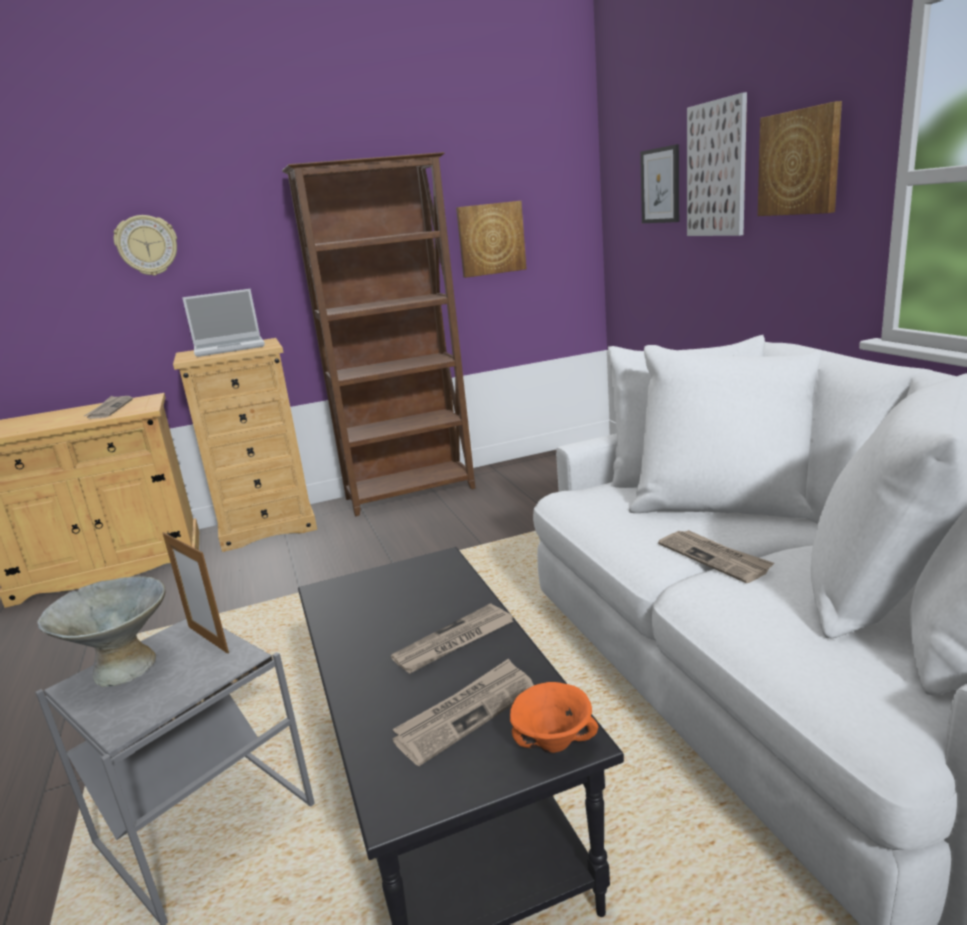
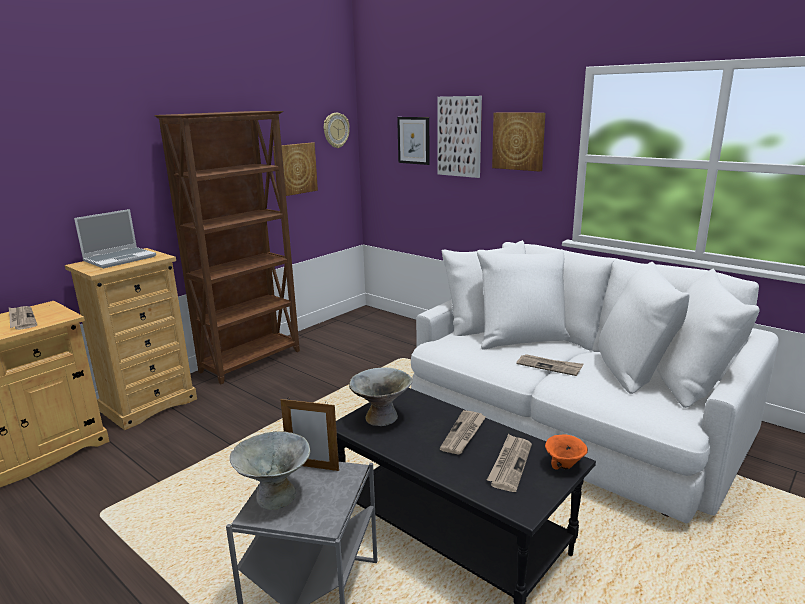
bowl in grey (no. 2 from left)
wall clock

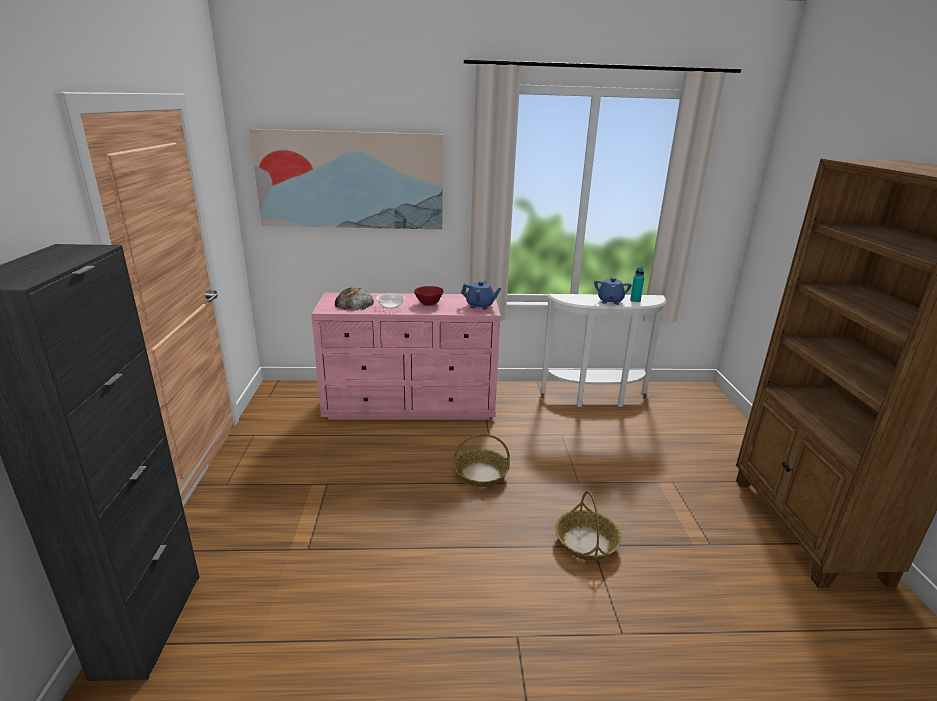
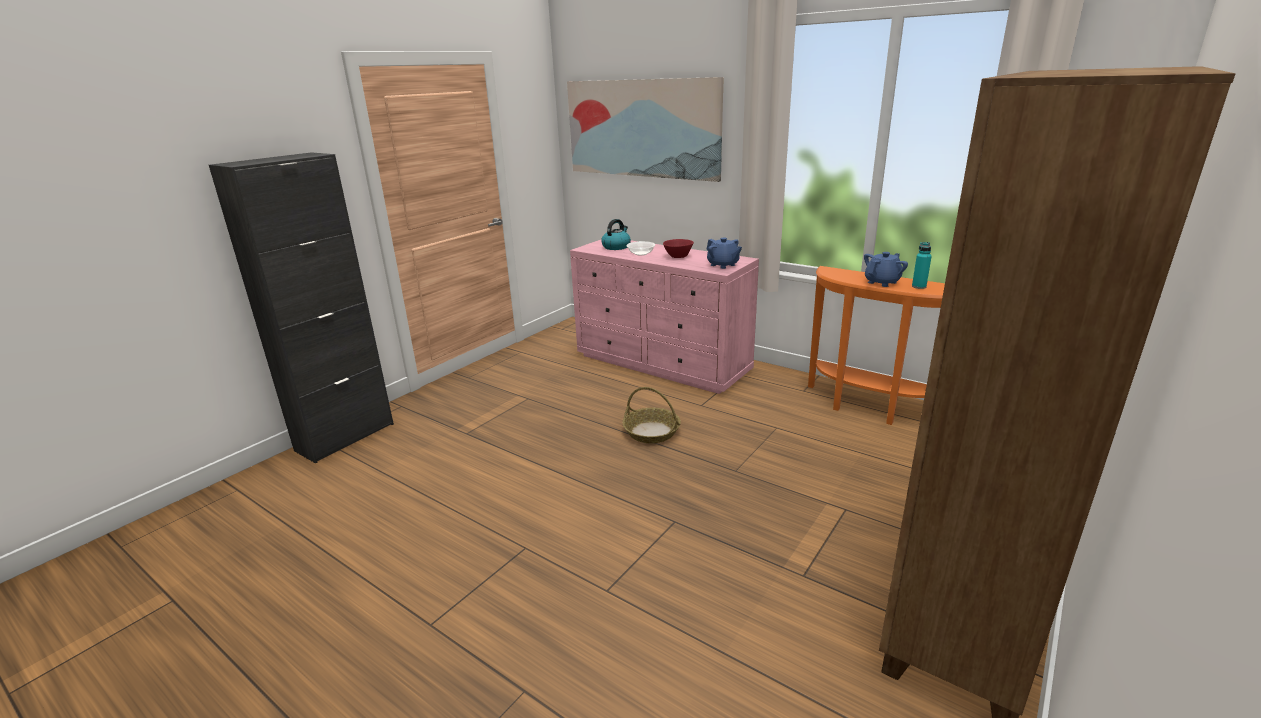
basket (no. 2 from left in the first image)
kettle
console table in orange

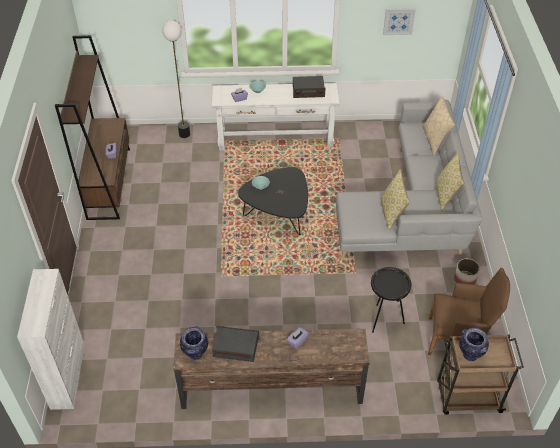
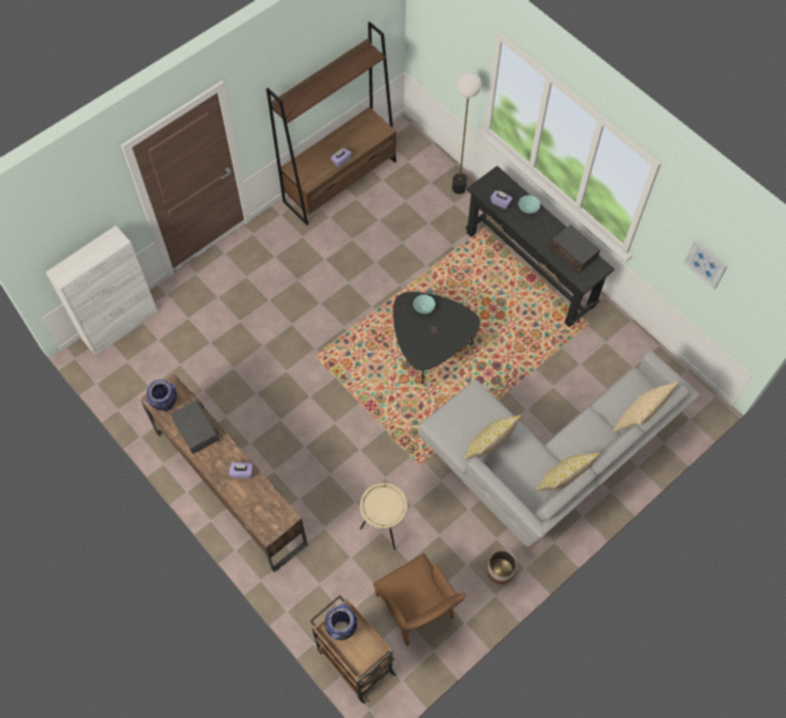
console table in black
side table in beige

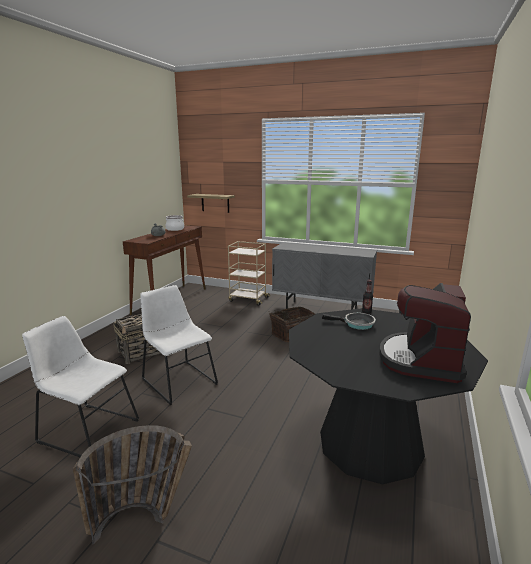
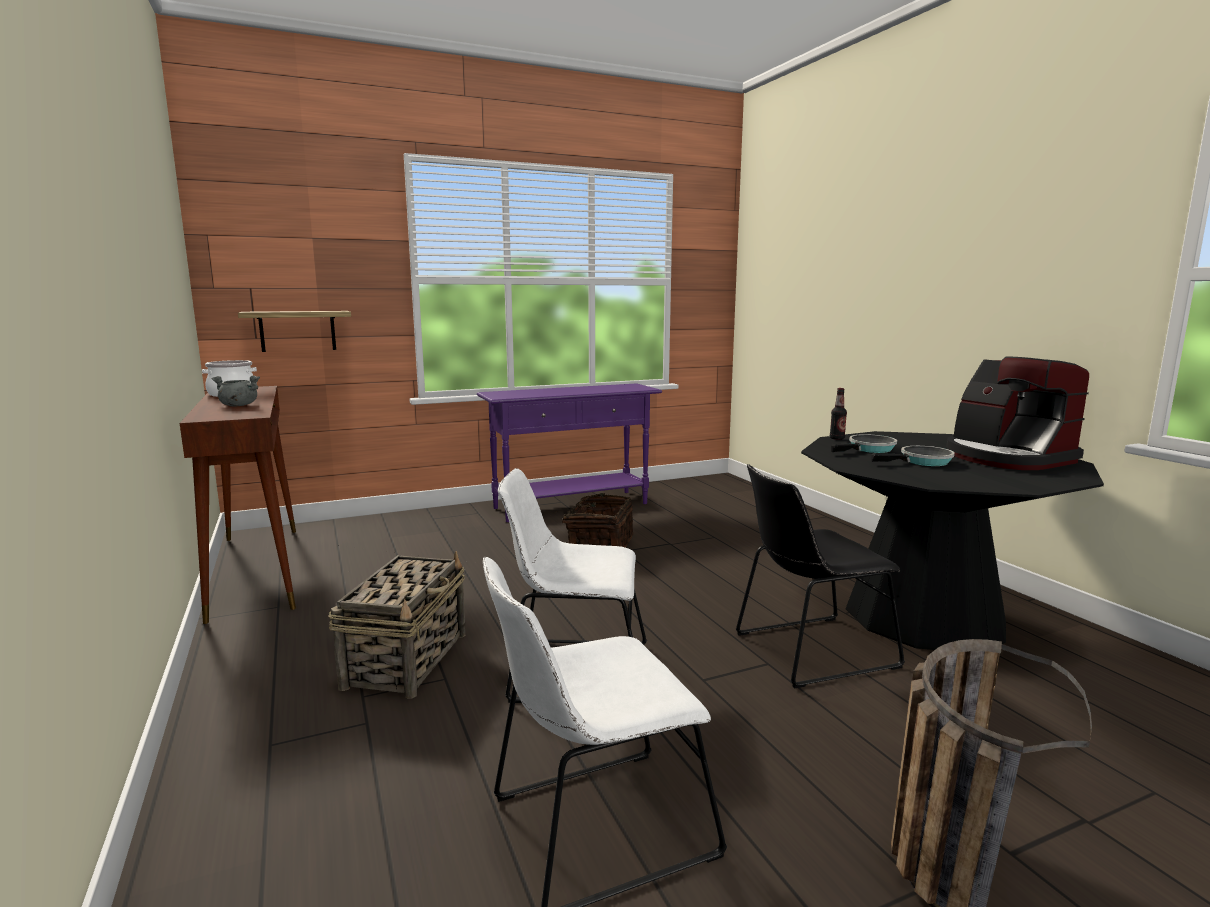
cart in beige
chair in black
frying pan (no. 2 from left)
console table in purple

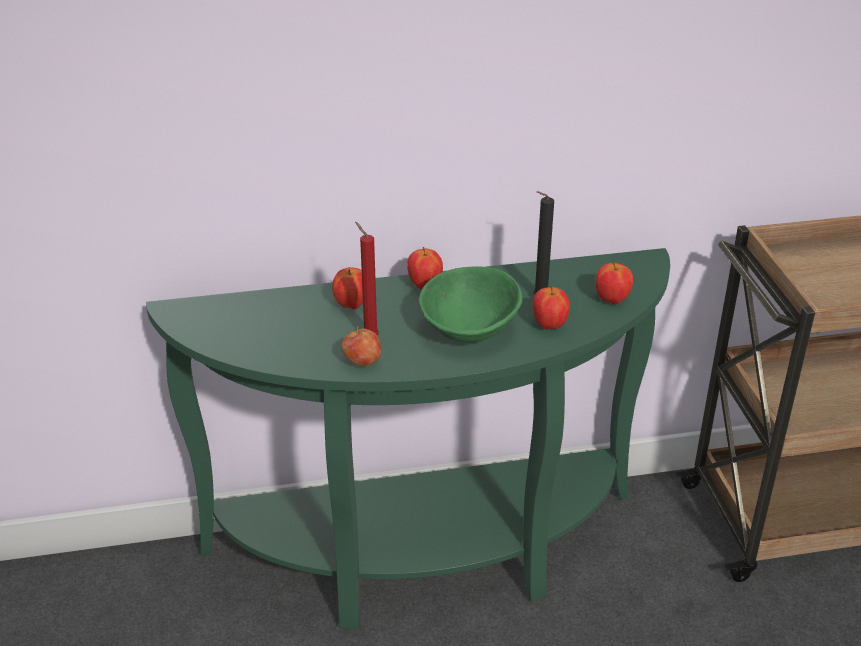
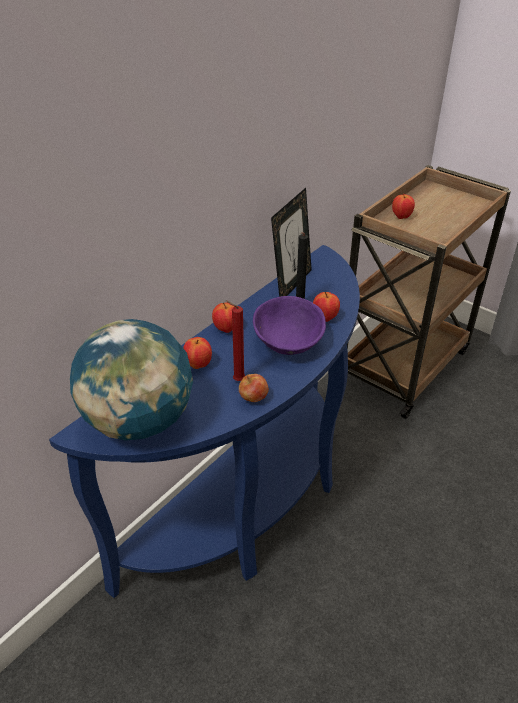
globe
picture frame
apple (no. 5 from left)
console table in blue
bowl in purple

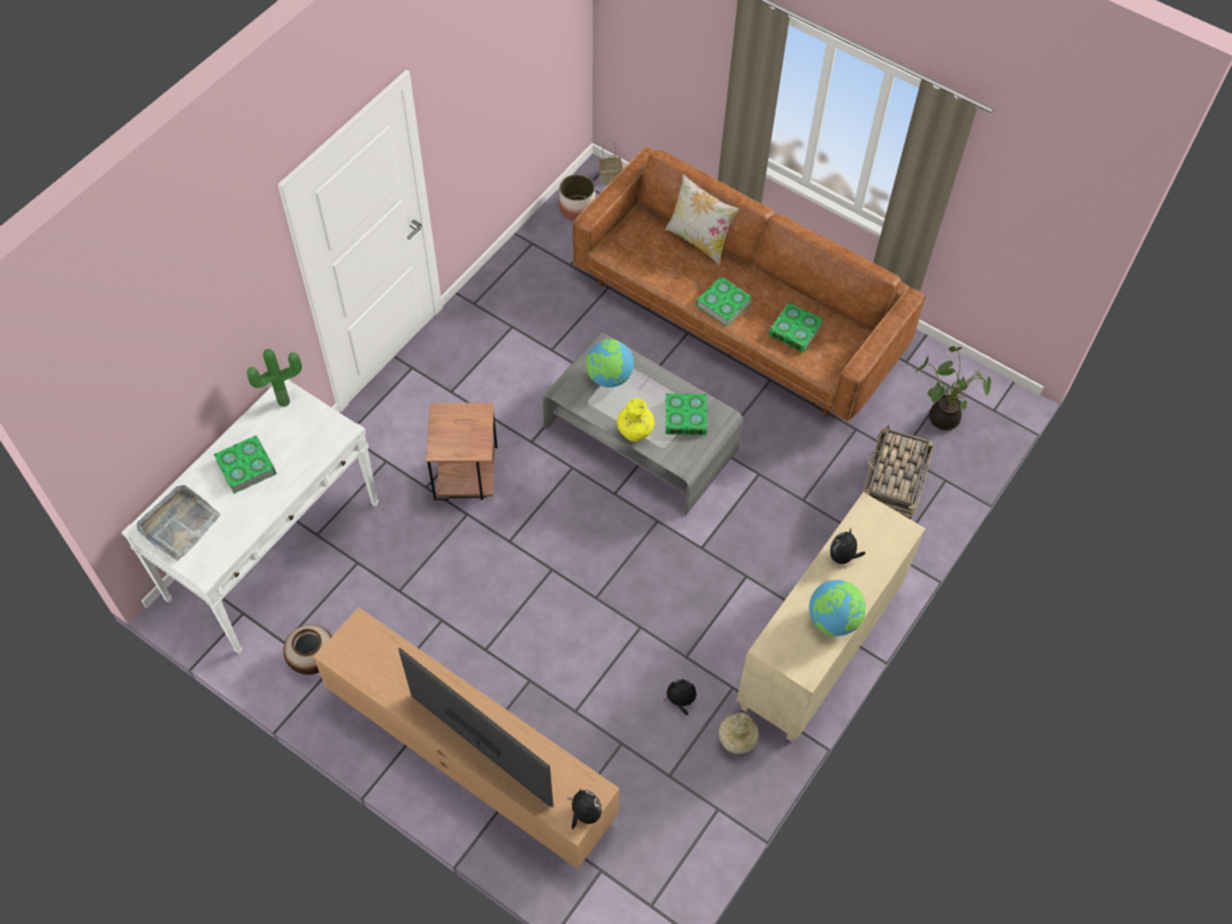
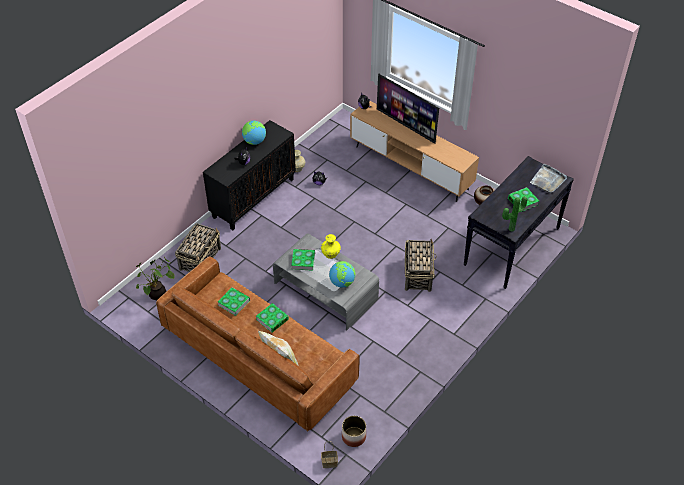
basket (no. 3 from left)
console table in black
cabinet in black

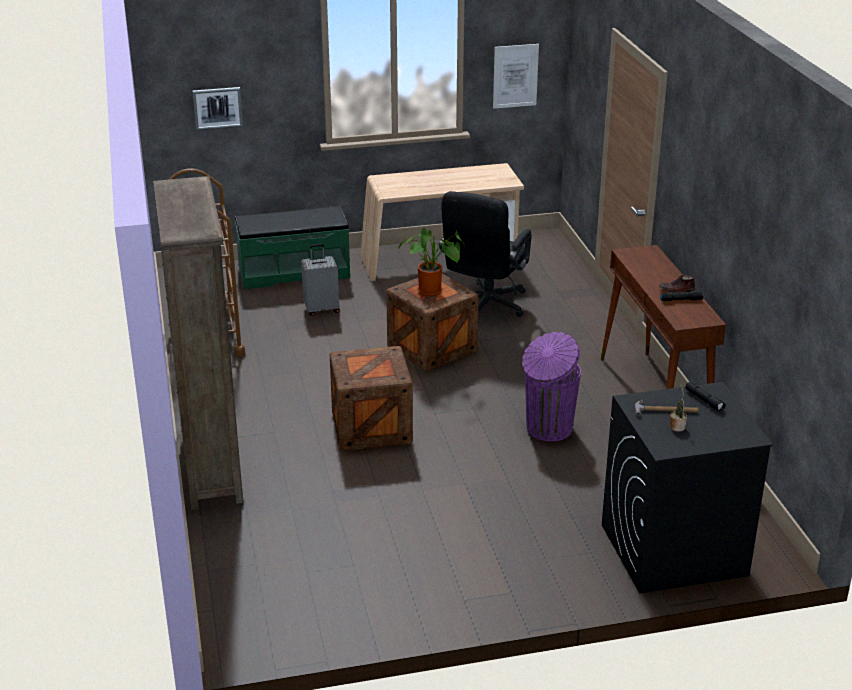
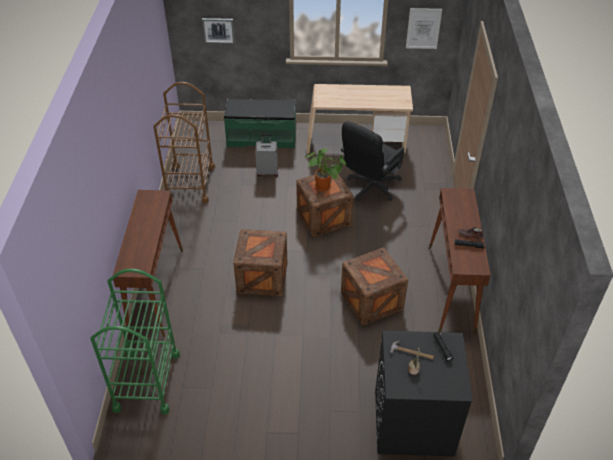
cart in green
console table in brown (no. 1 from left)
crate (no. 3 from left)

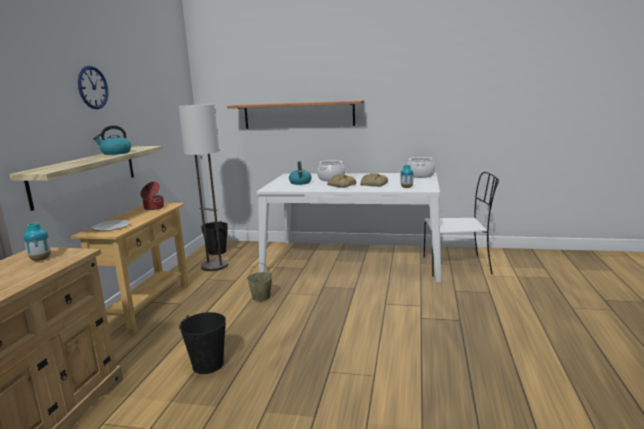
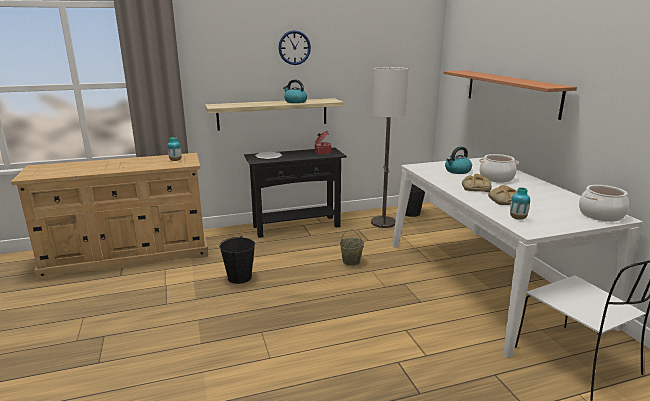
console table in black

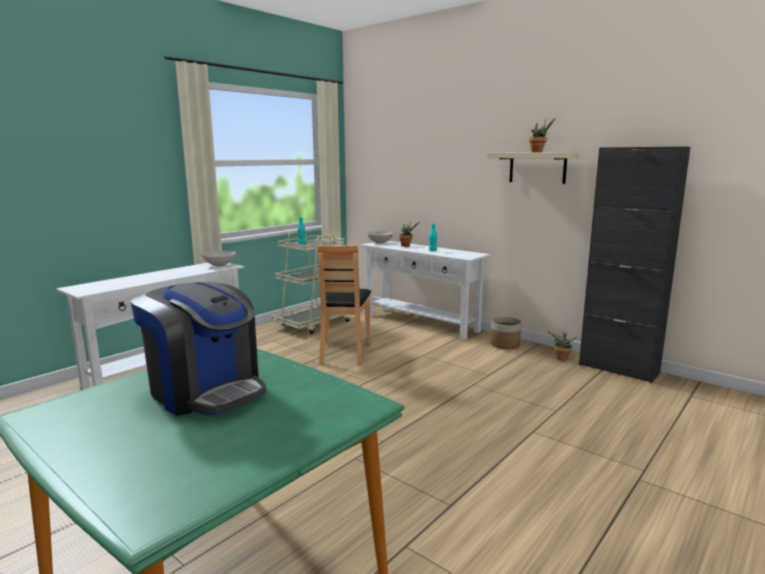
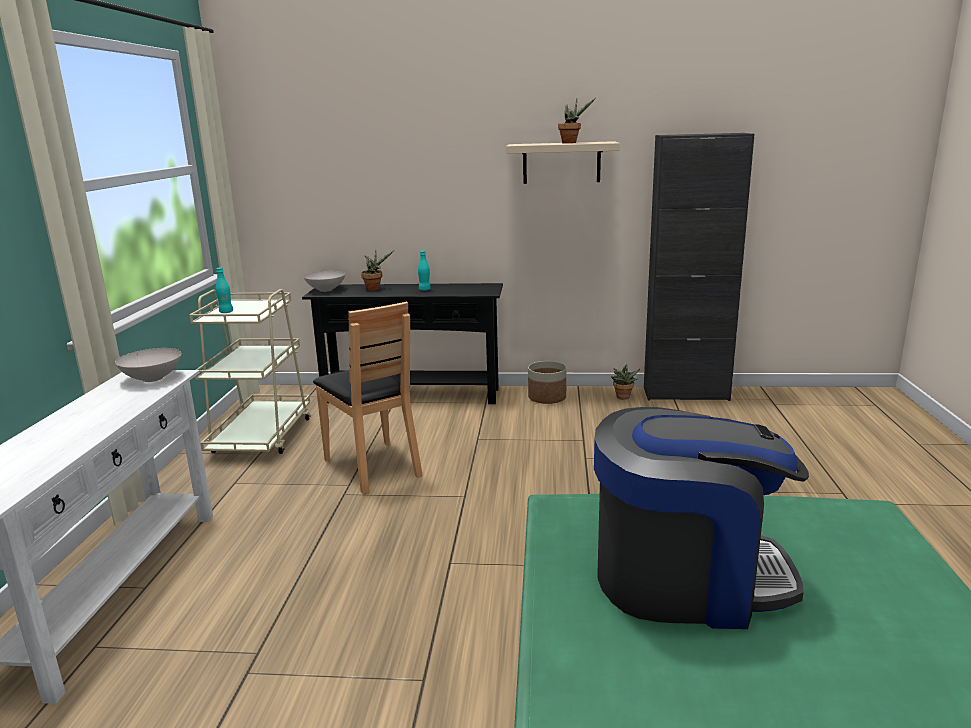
console table in black

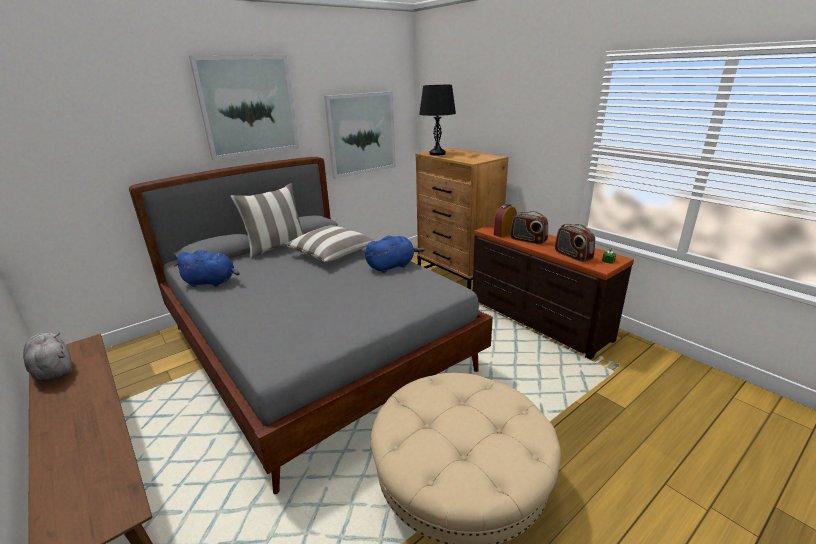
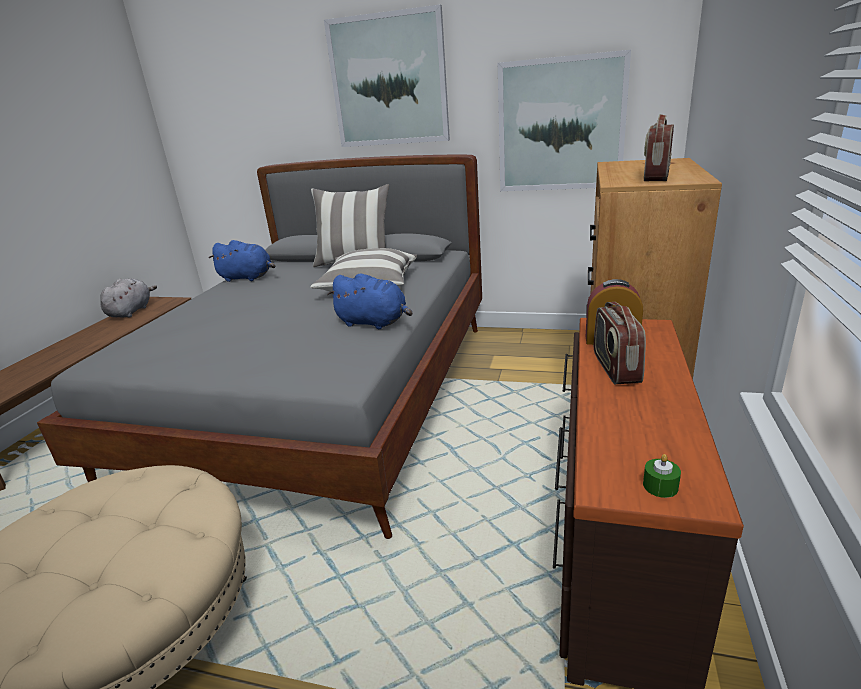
table lamp in black
radio (no. 2 from left)
plush toy in blue (no. 1 from left)

